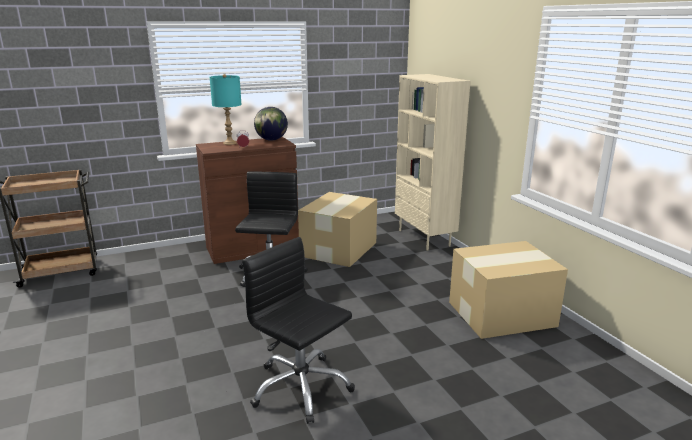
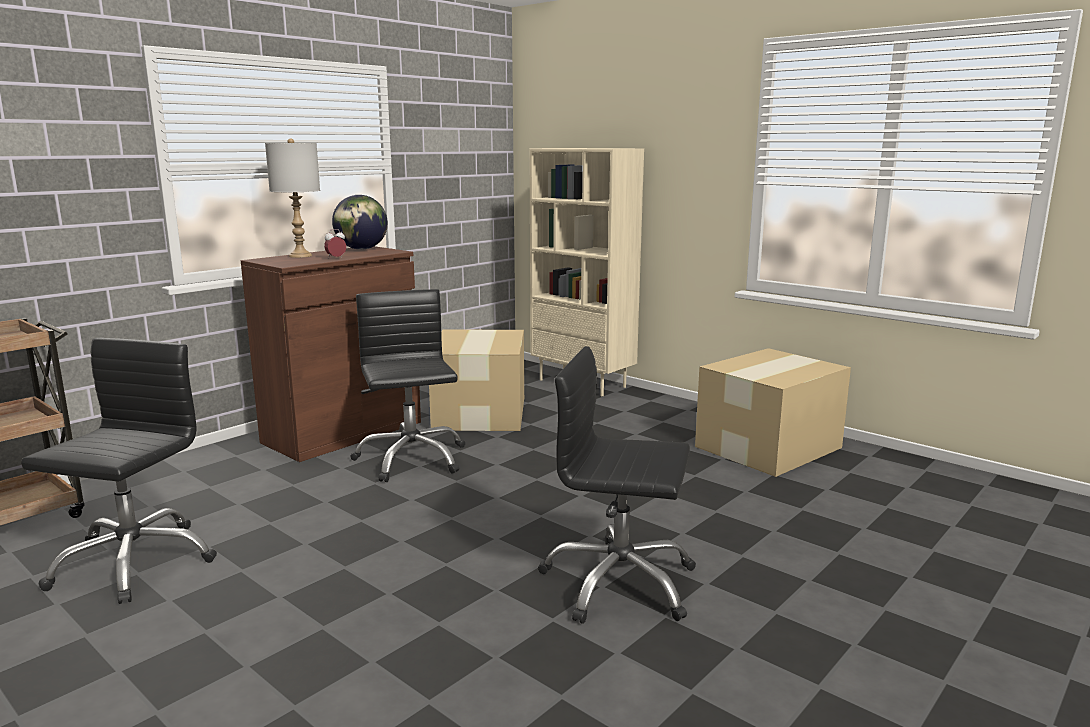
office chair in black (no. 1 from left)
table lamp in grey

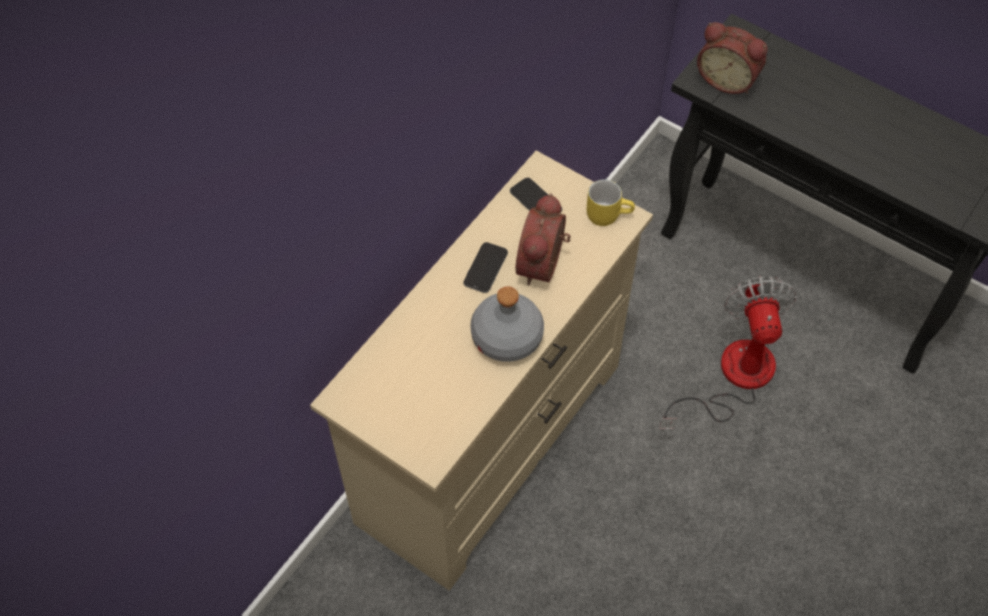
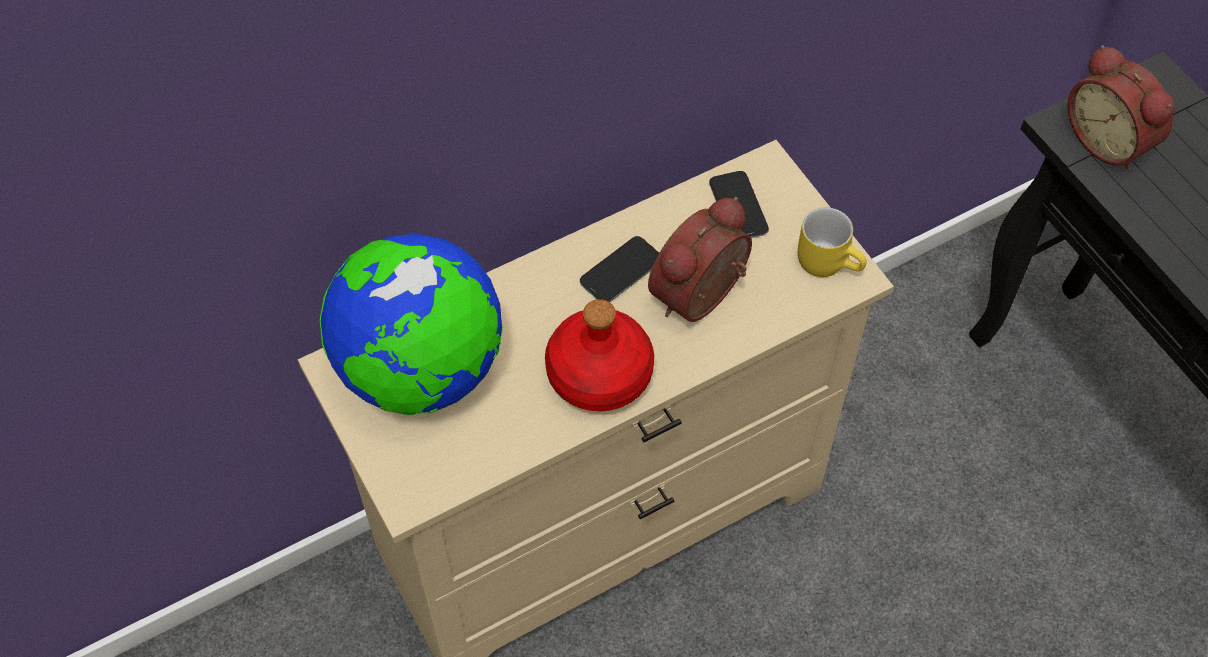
fan
globe
bottle in red

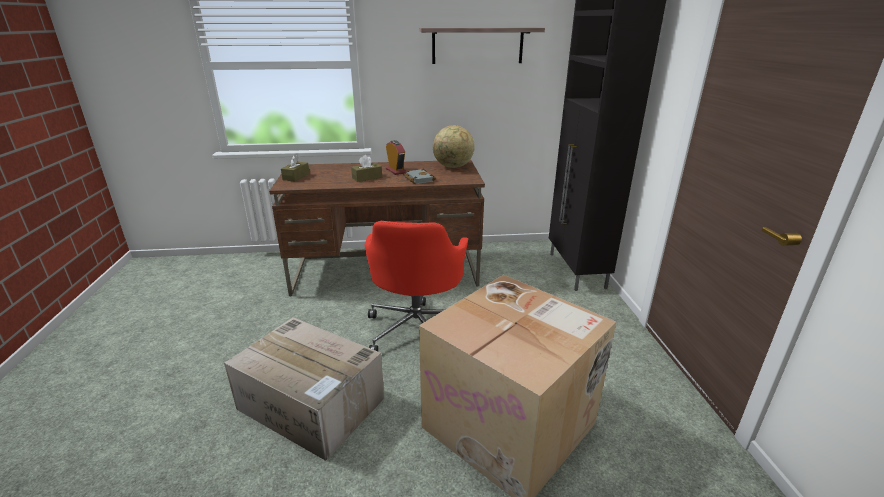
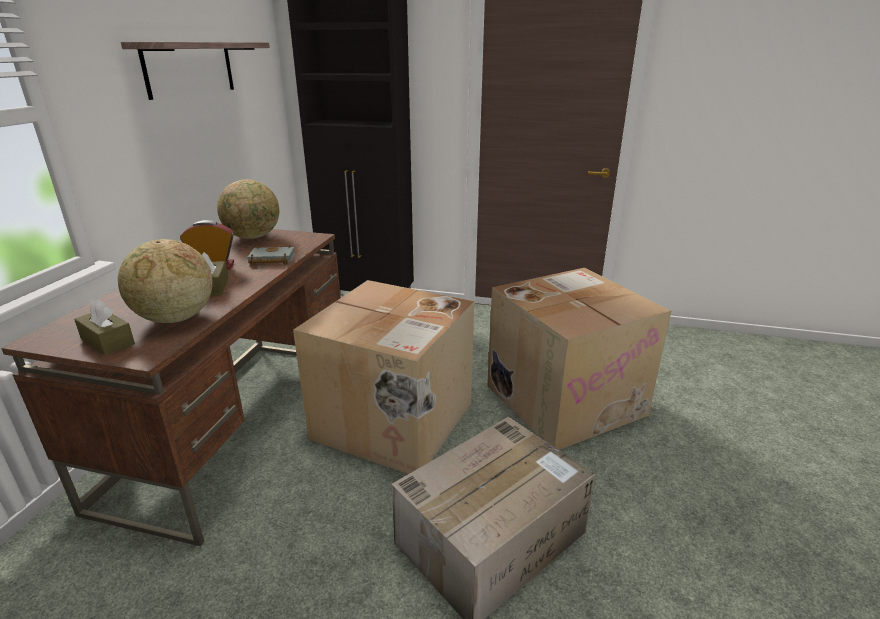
globe (no. 1 from left)
cardboard box (no. 1 from left)

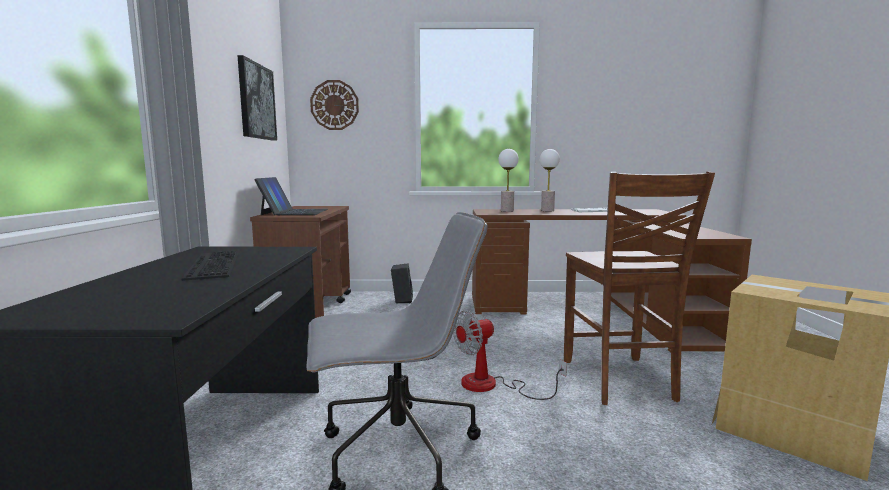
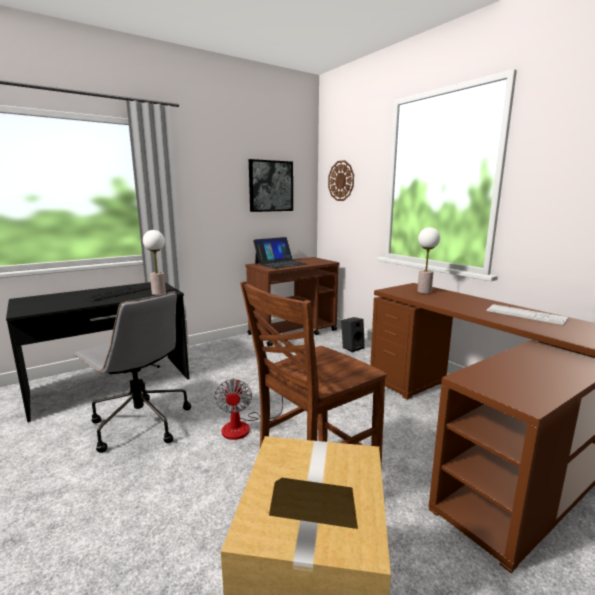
table lamp (no. 1 from left)
fan

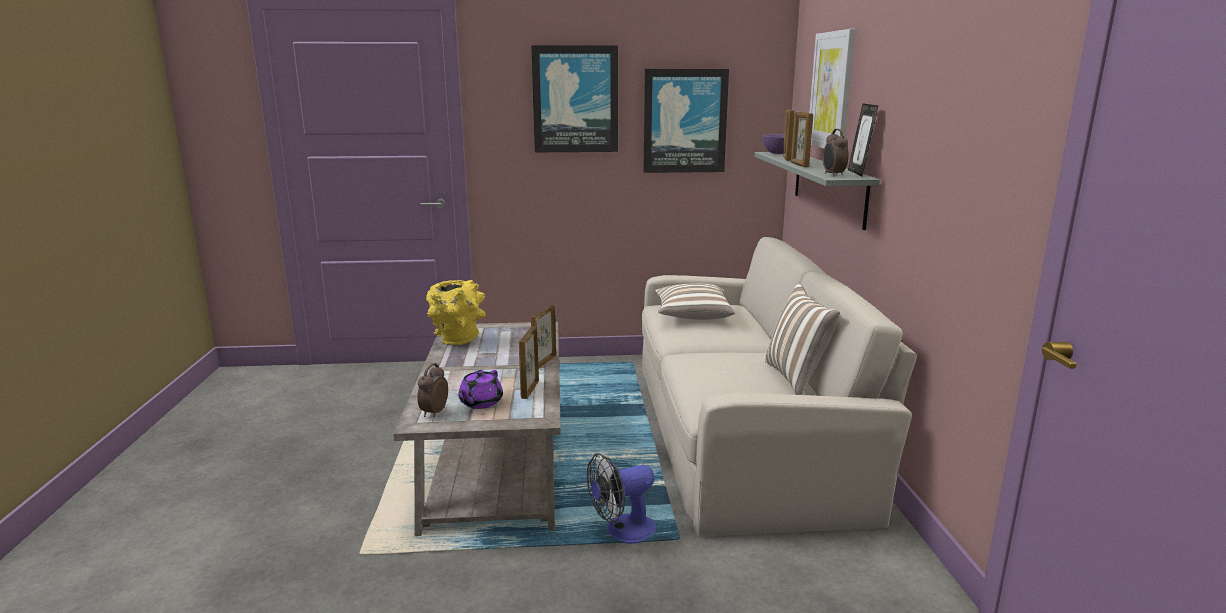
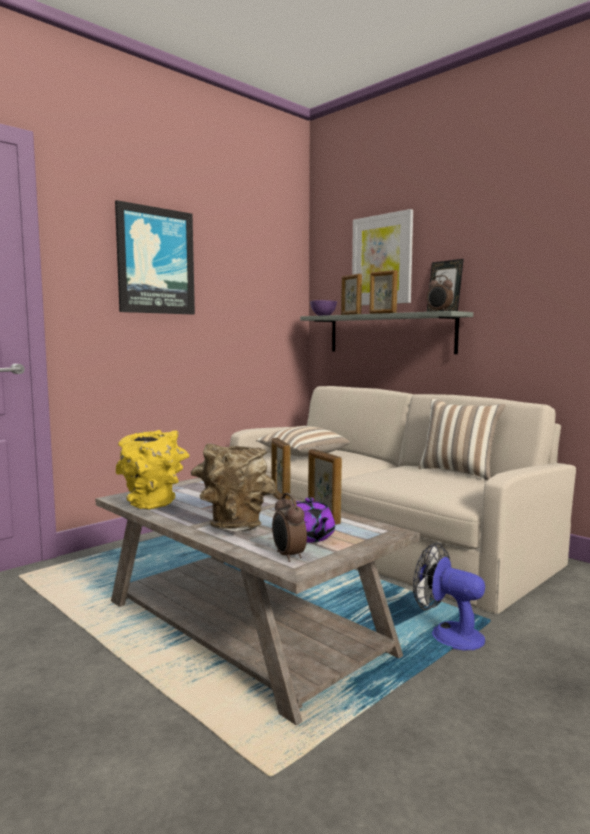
picture (no. 2 from left in the first image)
vase in brown
fan

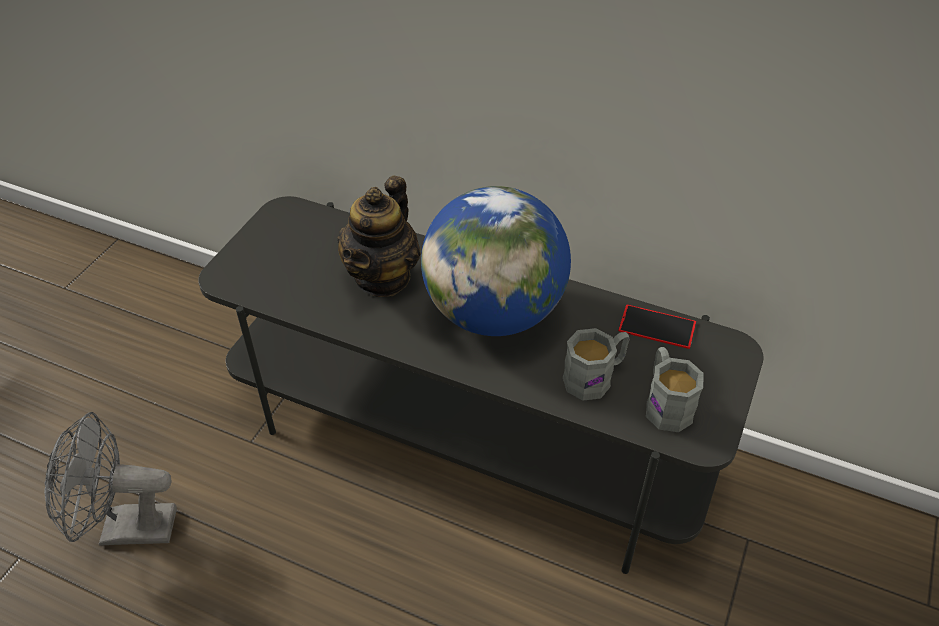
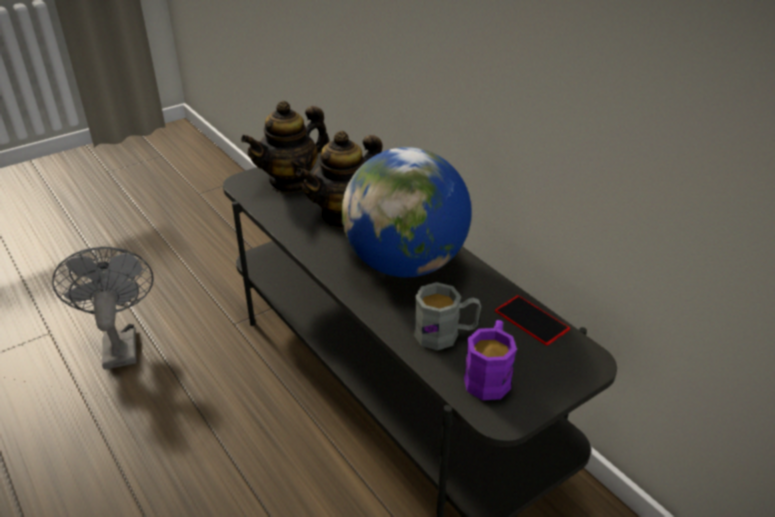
teapot (no. 1 from left)
mug in purple
fan in grey

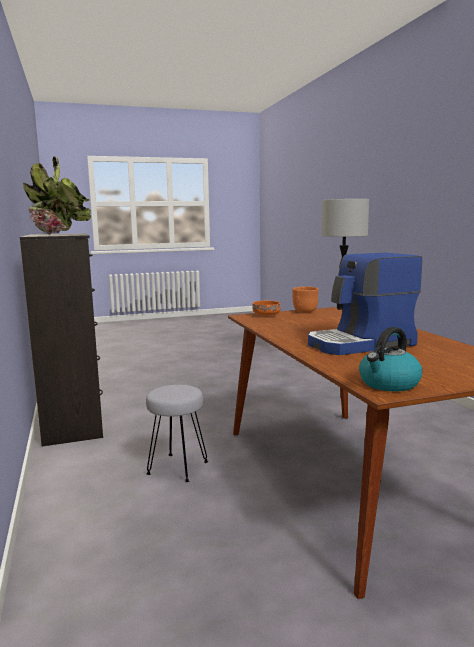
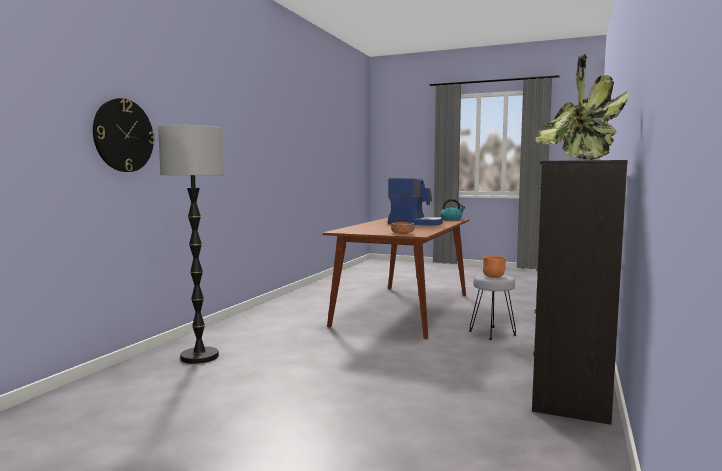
wall clock
bowl in orange (no. 2 from left)

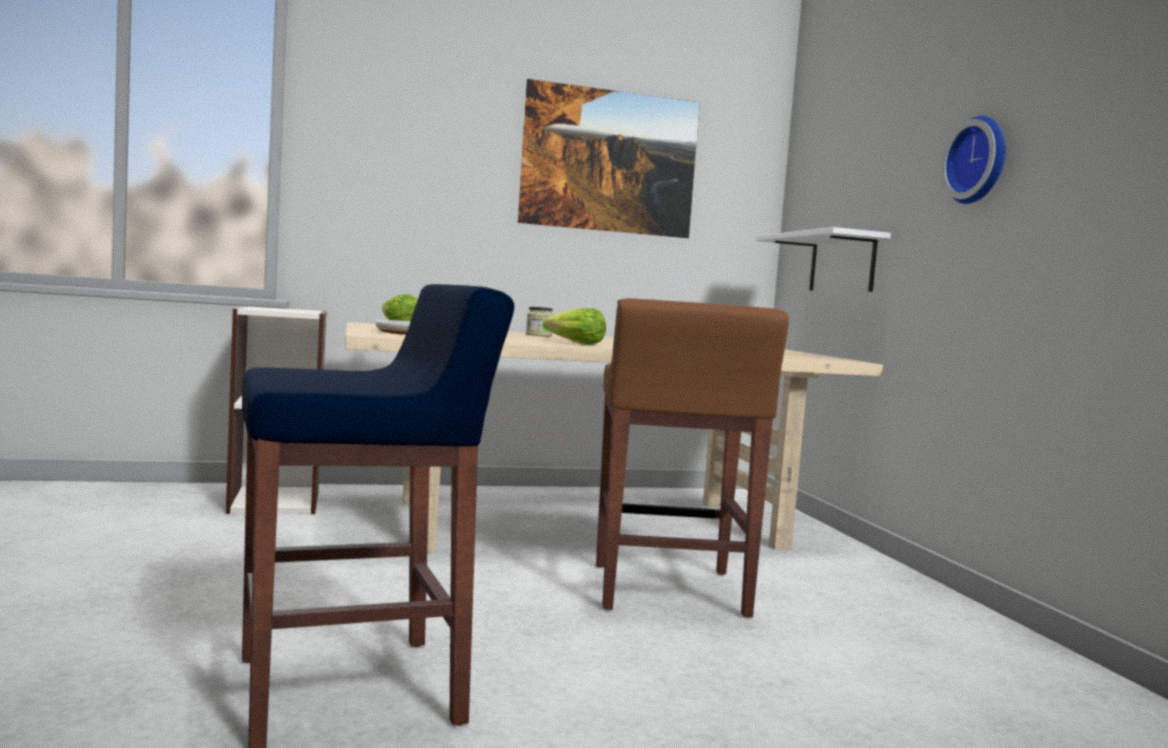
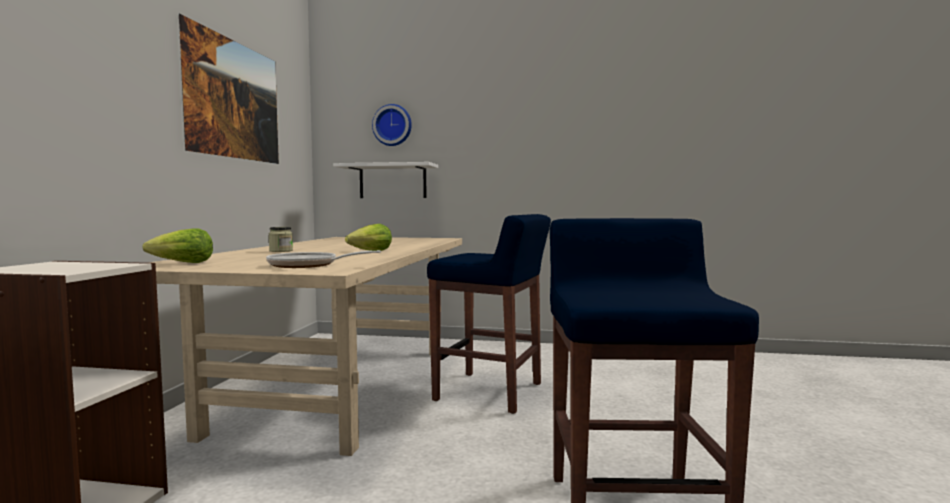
wall clock
stool in blue (no. 1 from left)

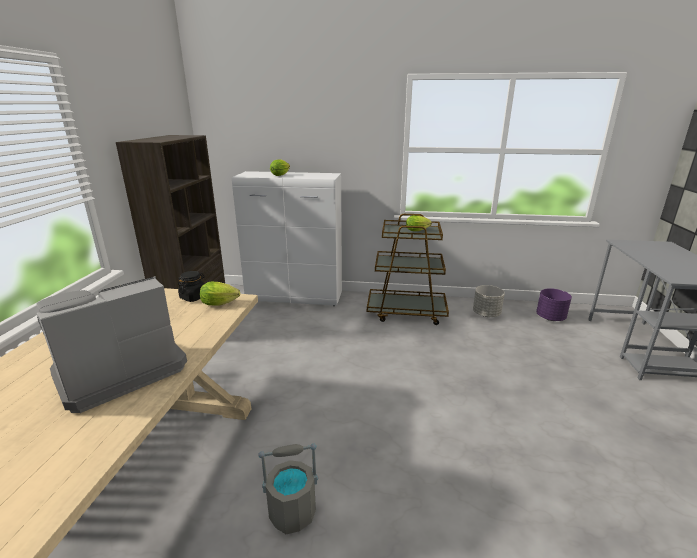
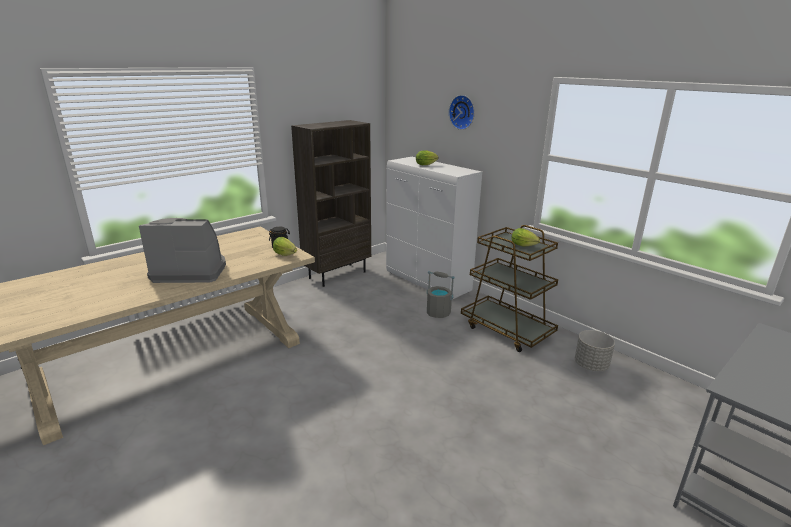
planter in purple
wall clock
bucket in grey

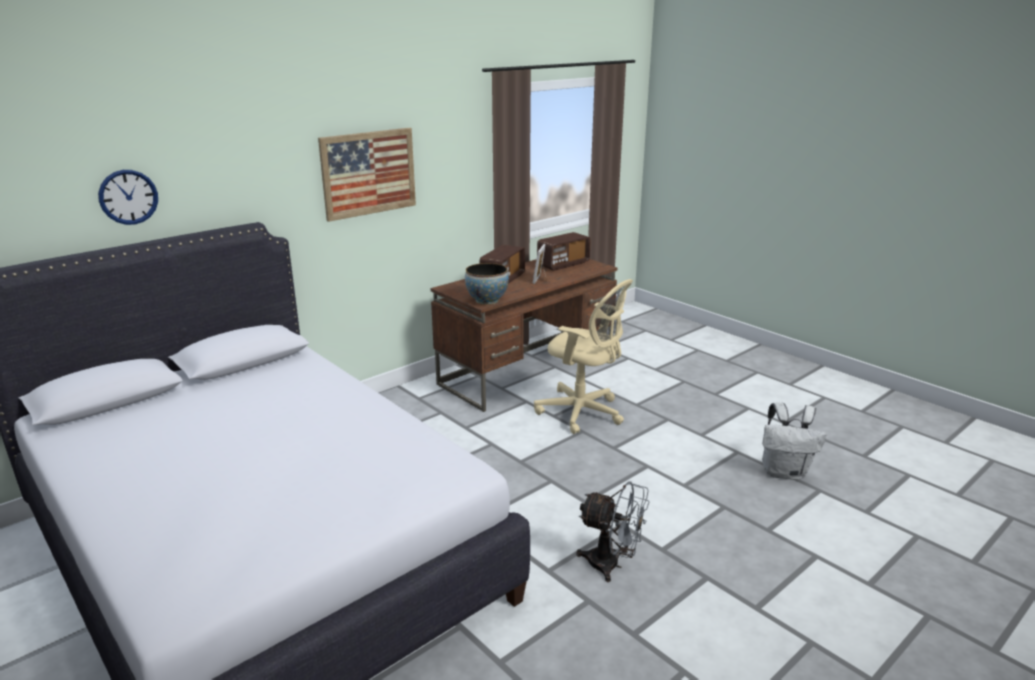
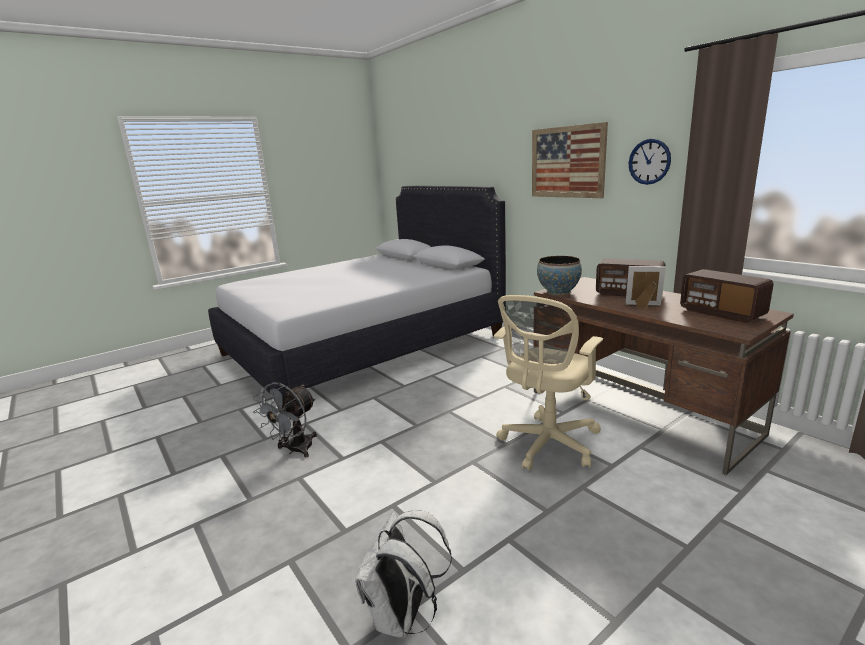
wall clock

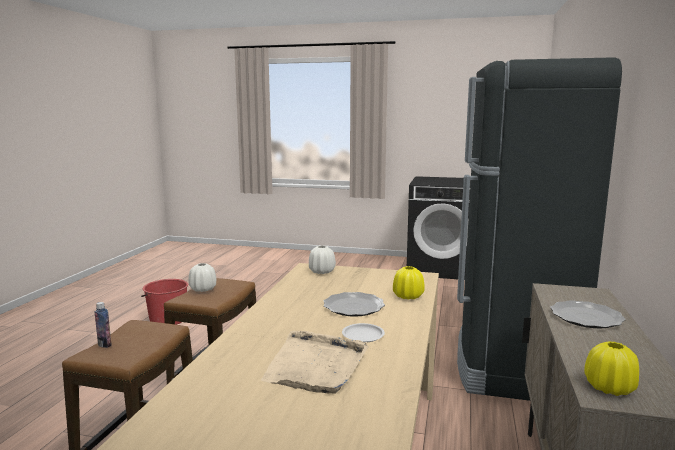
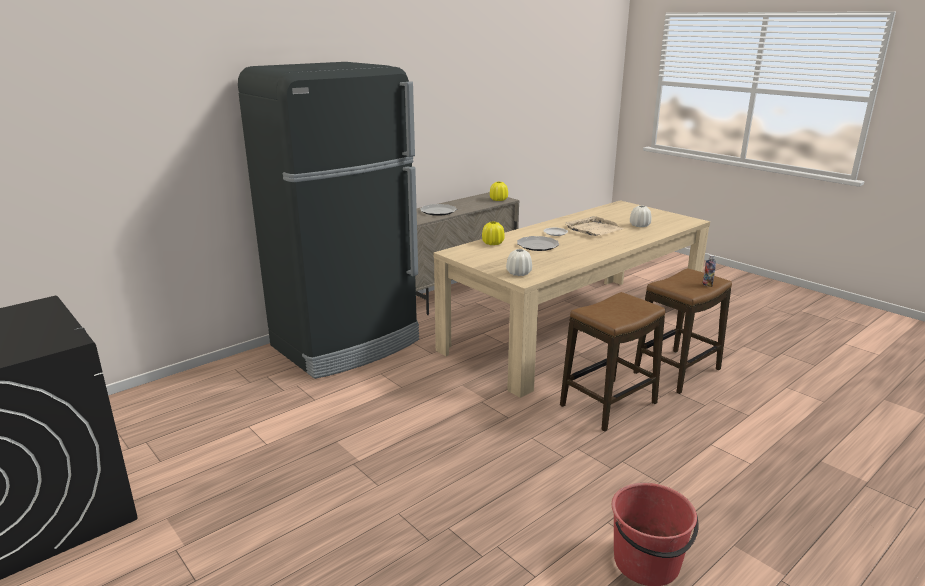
vase in white (no. 2 from left)

